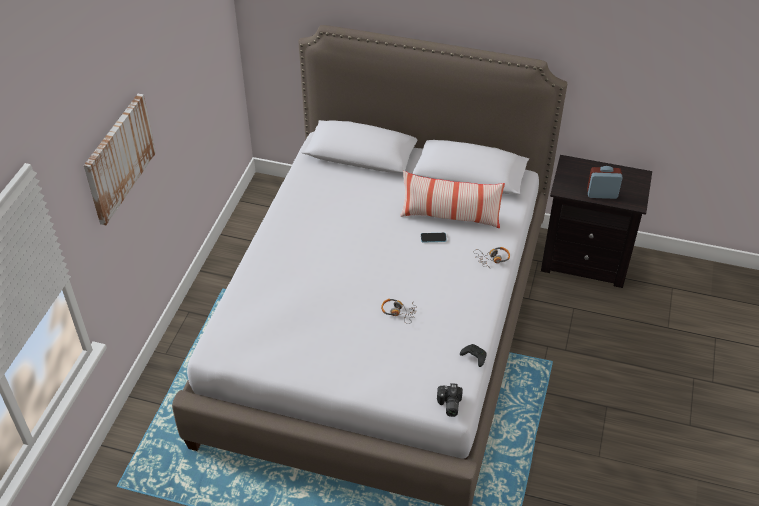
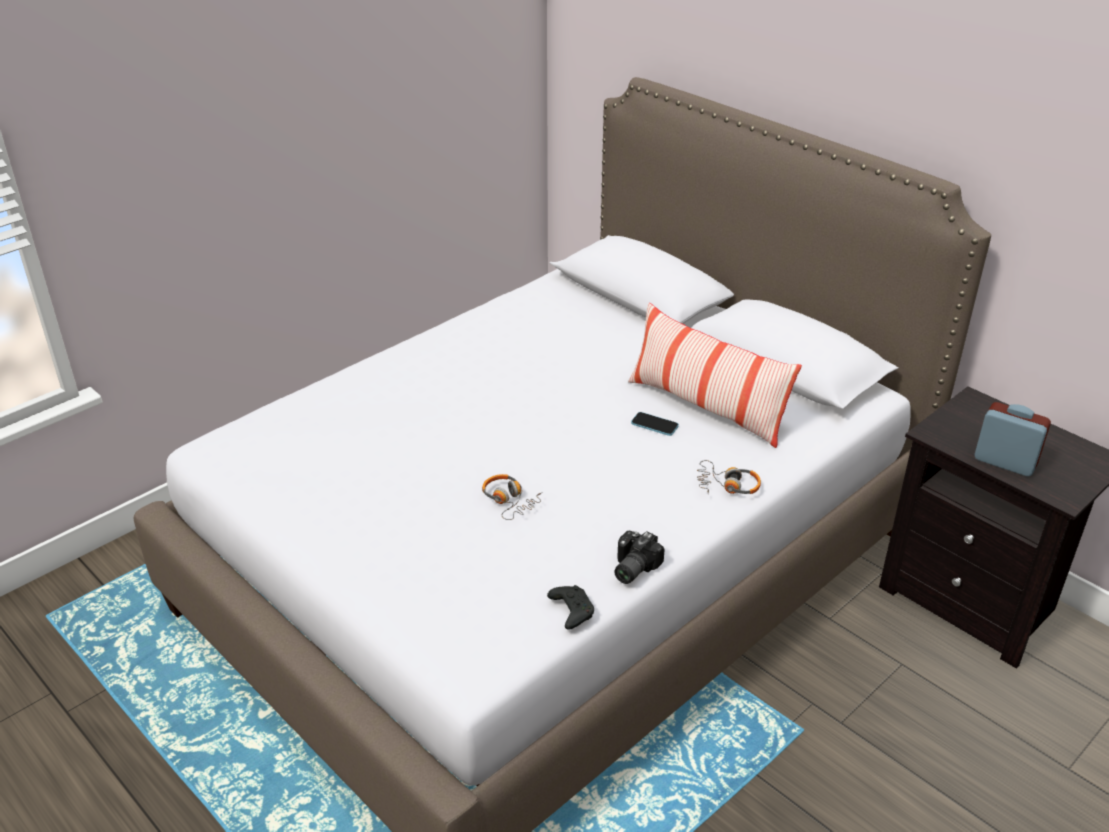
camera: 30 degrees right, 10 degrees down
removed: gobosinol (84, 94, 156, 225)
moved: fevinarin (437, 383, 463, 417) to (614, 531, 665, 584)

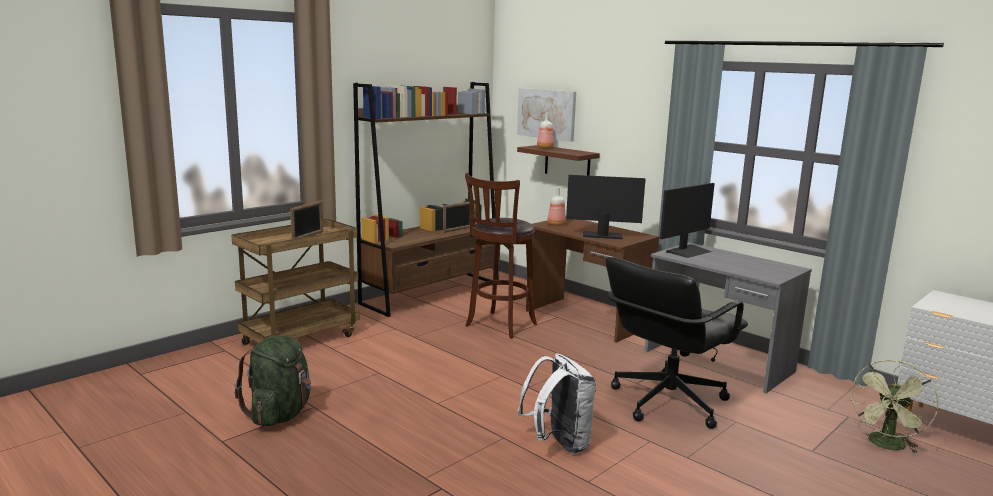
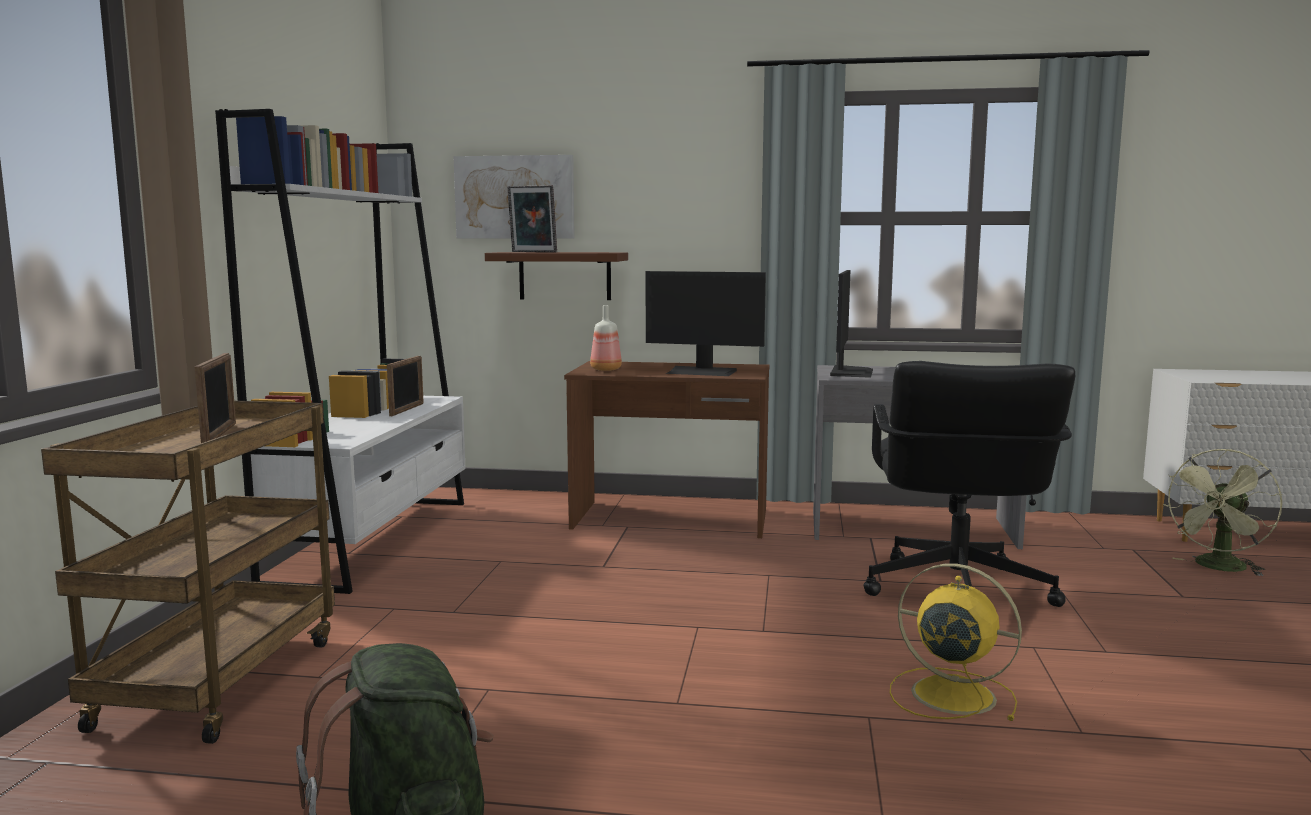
camera: 35 degrees left, 5 degrees down
removed: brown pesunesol (465, 173, 537, 339)
replaced: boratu (537, 112, 554, 149) to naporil (507, 185, 557, 252); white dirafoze (517, 353, 596, 454) to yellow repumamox (890, 564, 1022, 721)
recoloured: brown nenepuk (353, 82, 500, 317) to white nenepuk (215, 109, 466, 594)
turned: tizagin (566, 175, 646, 239) = (646, 271, 766, 376) 135 degrees counterclockwise; green repumamox (850, 360, 938, 454) = (1163, 449, 1282, 576) 45 degrees clockwise

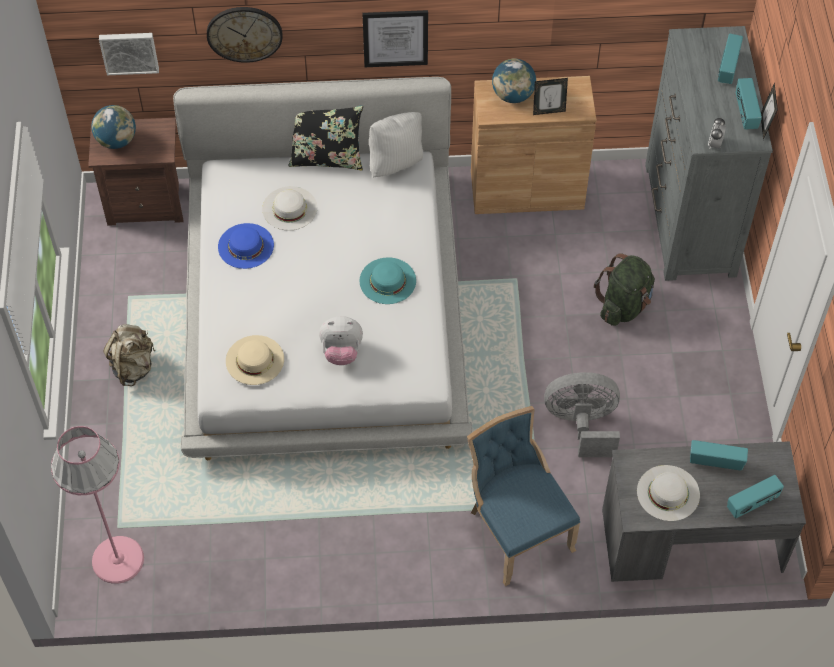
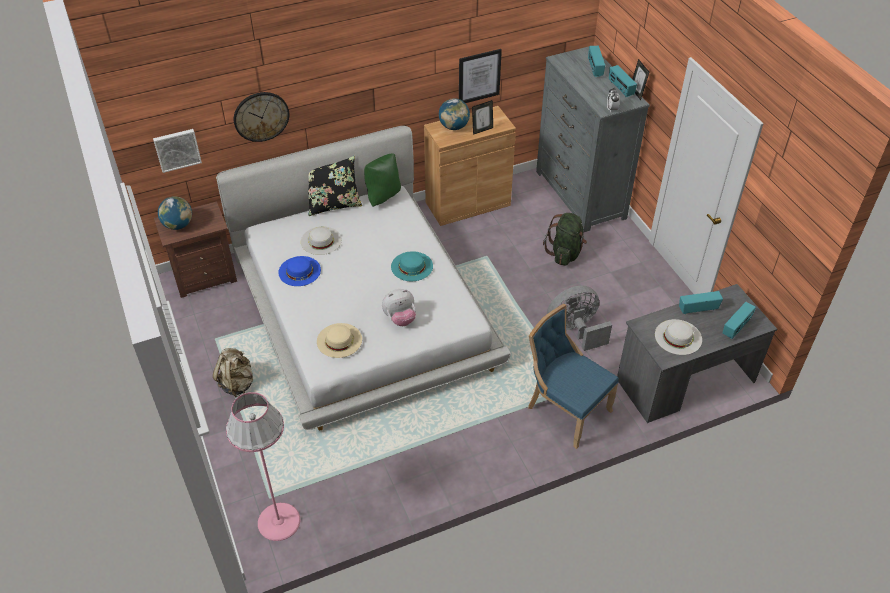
camera: 20 degrees left, 10 degrees down
moved: gobosinol (362, 10, 428, 67) to (459, 49, 502, 103)
recoloured: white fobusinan (369, 112, 423, 177) to green fobusinan (364, 154, 401, 207)

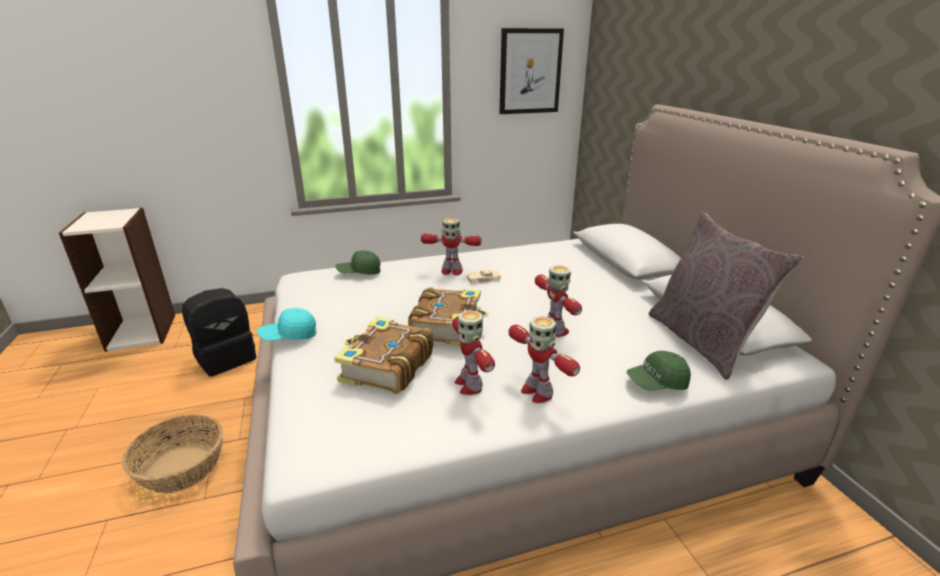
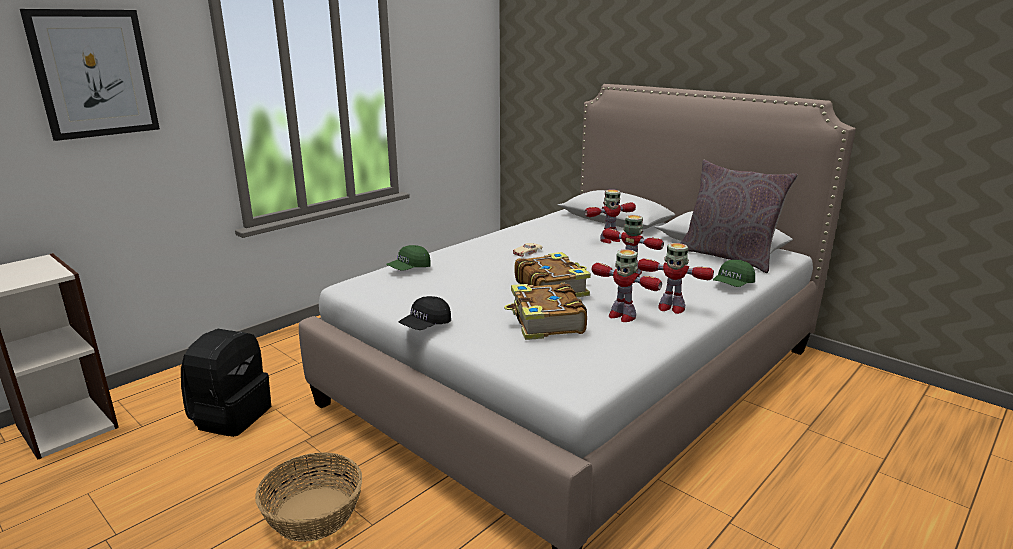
camera: 30 degrees left, 5 degrees down
moved: gobosinol (499, 28, 564, 114) to (20, 9, 160, 141); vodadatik (421, 218, 482, 276) to (585, 190, 636, 243)
recoloured: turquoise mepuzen (257, 308, 317, 341) to black mepuzen (398, 296, 451, 330)

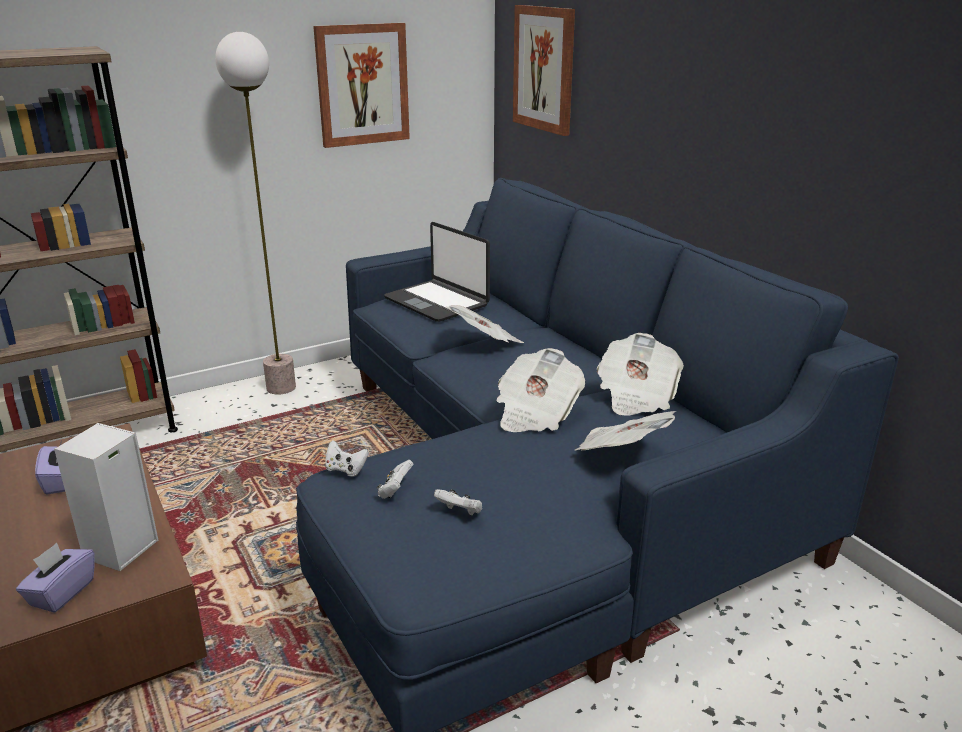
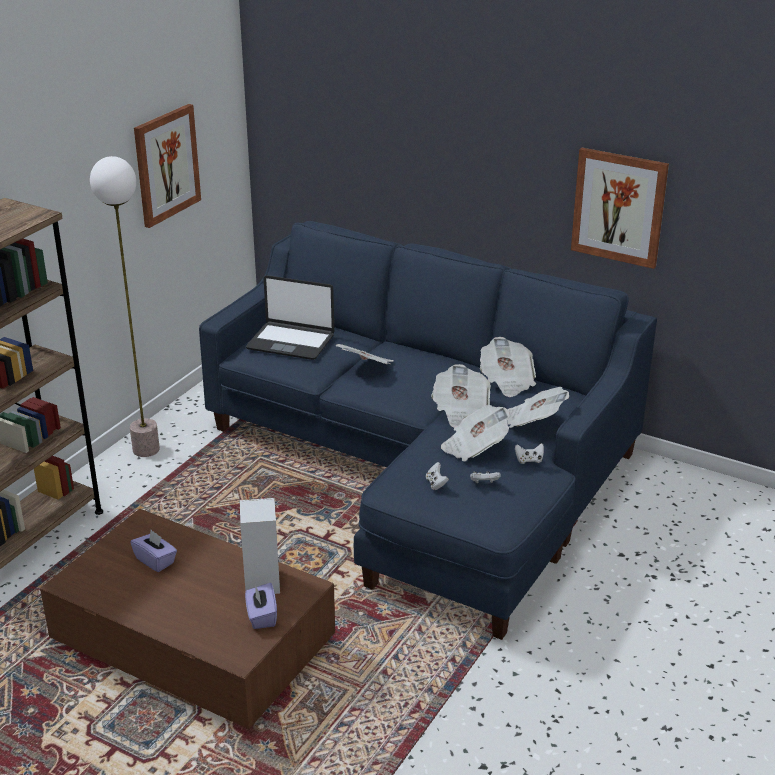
camera: 30 degrees left, 5 degrees up
added: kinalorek (441, 405, 510, 461)
moved: gobosinol (513, 5, 575, 136) to (571, 148, 669, 269); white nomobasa (325, 440, 369, 477) to (515, 443, 544, 464)

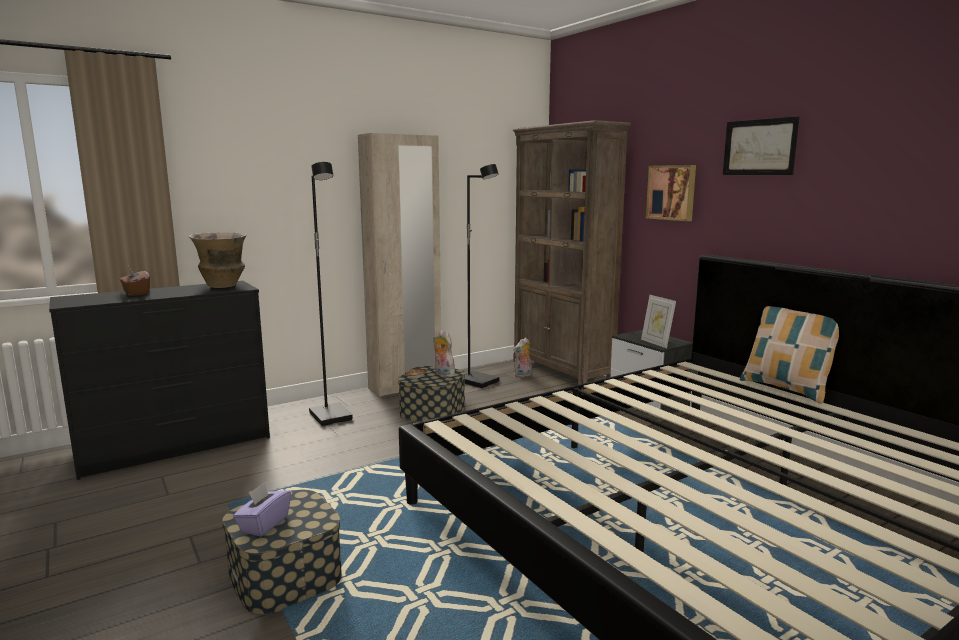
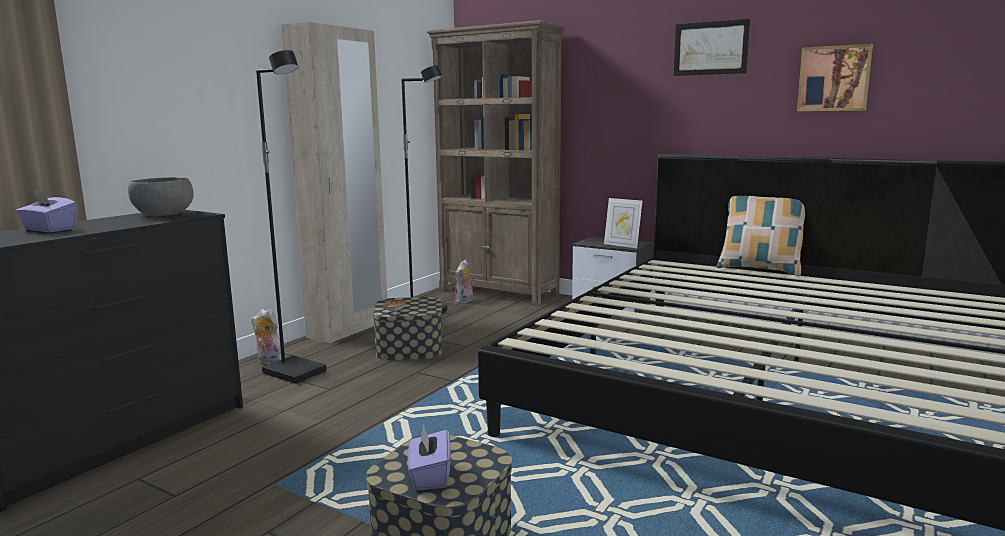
camera: 25 degrees left, 0 degrees up
moved: gobosinol (646, 165, 696, 221) to (797, 44, 873, 111); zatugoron (433, 330, 455, 377) to (251, 309, 282, 364)
replaced: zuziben (189, 232, 247, 288) to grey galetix (128, 177, 194, 216)
recoloured: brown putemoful (120, 267, 150, 296) to purple putemoful (16, 190, 77, 232)

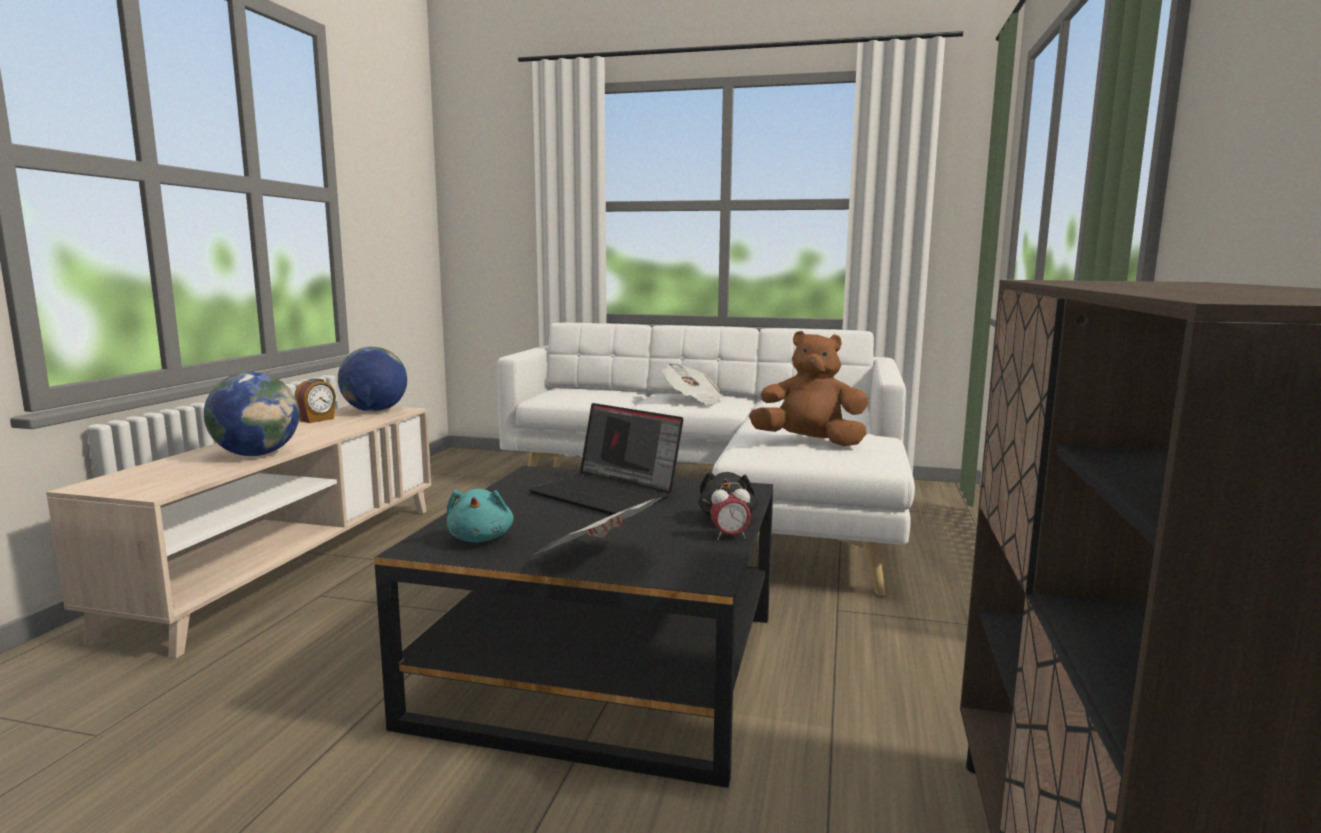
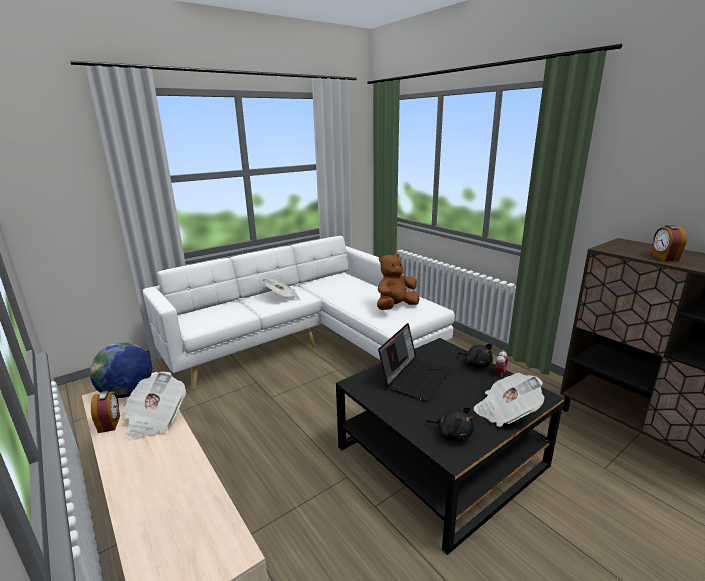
camera: 50 degrees left, 10 degrees up
removed: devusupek (204, 372, 299, 456)
added: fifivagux (652, 225, 687, 261); kinalorek (123, 372, 186, 441)
recoloured: turquoise zatugoron (447, 489, 513, 542) to black zatugoron (426, 407, 474, 441)
turned: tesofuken (528, 403, 683, 515) = (378, 323, 452, 402) 45 degrees counterclockwise

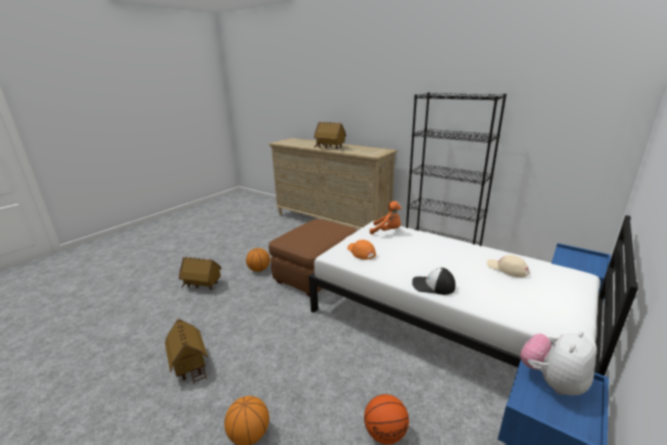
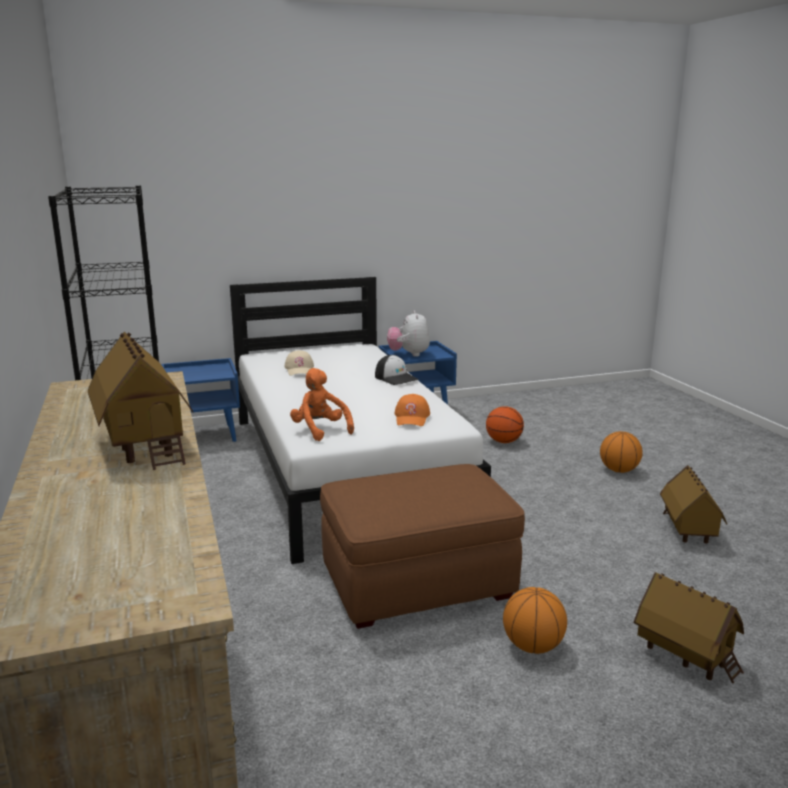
camera: 145 degrees left, 5 degrees down
turned: zatugoron (520, 331, 596, 395) = (387, 310, 430, 357) 90 degrees clockwise

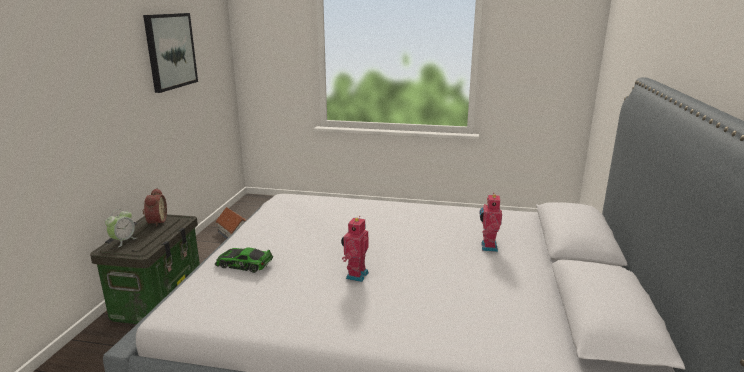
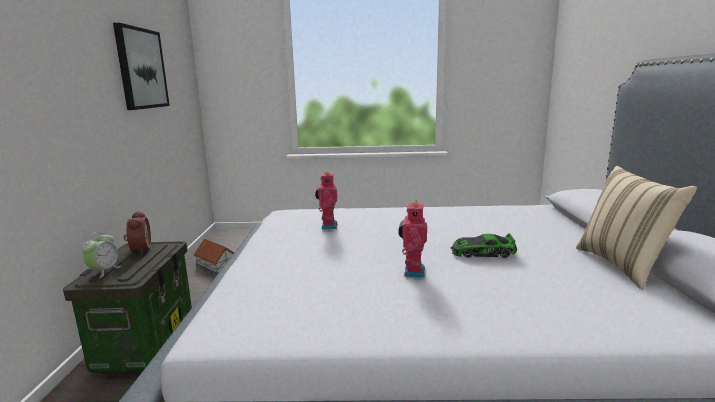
camera: 10 degrees left, 5 degrees down
added: beige fobusinan (576, 166, 697, 289)
moved: vodadatik (480, 193, 502, 252) to (315, 171, 337, 229); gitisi (215, 247, 273, 273) to (450, 234, 517, 258)

